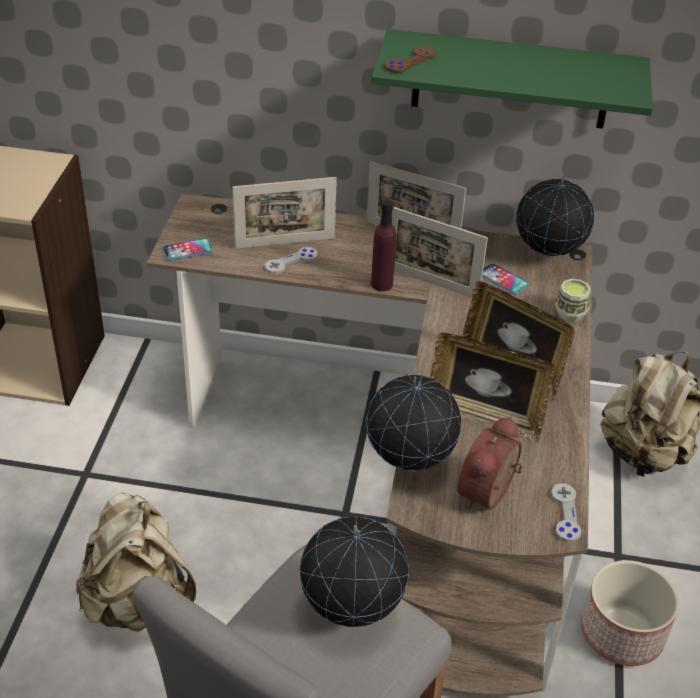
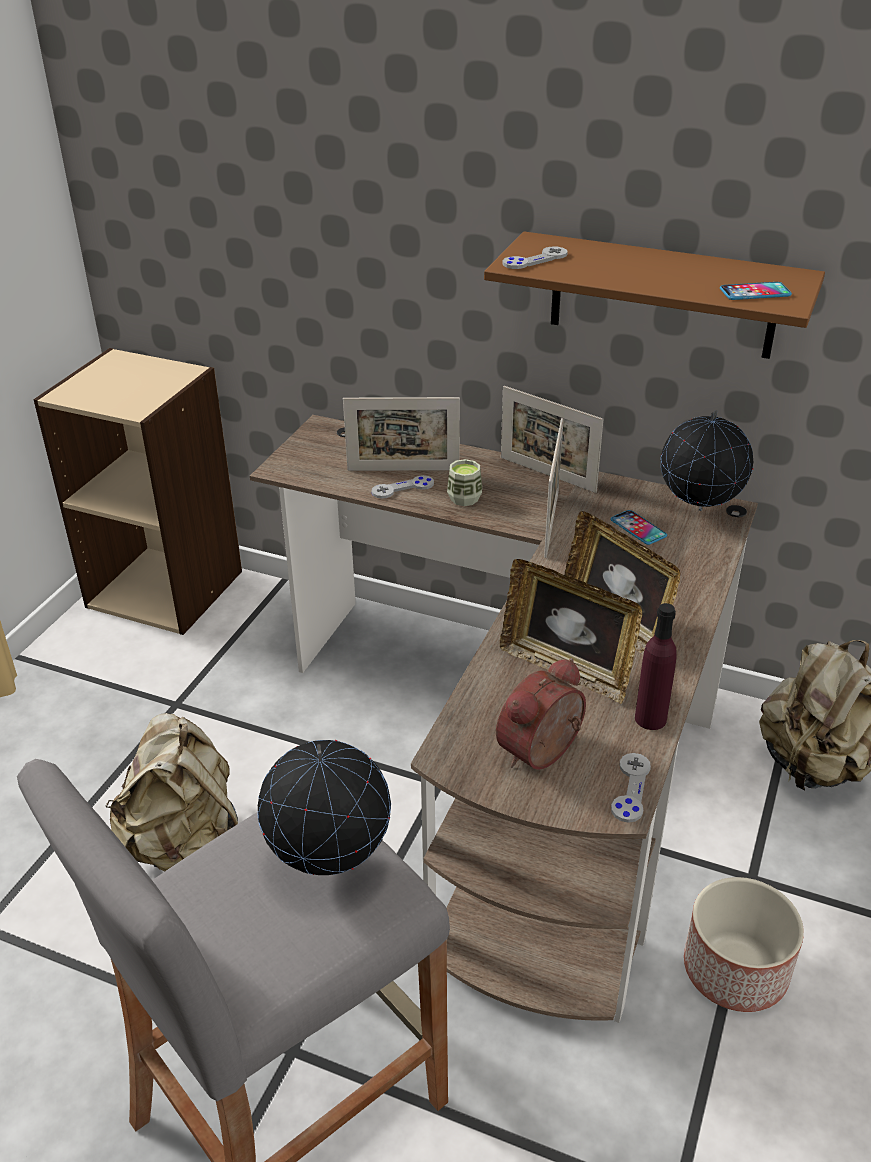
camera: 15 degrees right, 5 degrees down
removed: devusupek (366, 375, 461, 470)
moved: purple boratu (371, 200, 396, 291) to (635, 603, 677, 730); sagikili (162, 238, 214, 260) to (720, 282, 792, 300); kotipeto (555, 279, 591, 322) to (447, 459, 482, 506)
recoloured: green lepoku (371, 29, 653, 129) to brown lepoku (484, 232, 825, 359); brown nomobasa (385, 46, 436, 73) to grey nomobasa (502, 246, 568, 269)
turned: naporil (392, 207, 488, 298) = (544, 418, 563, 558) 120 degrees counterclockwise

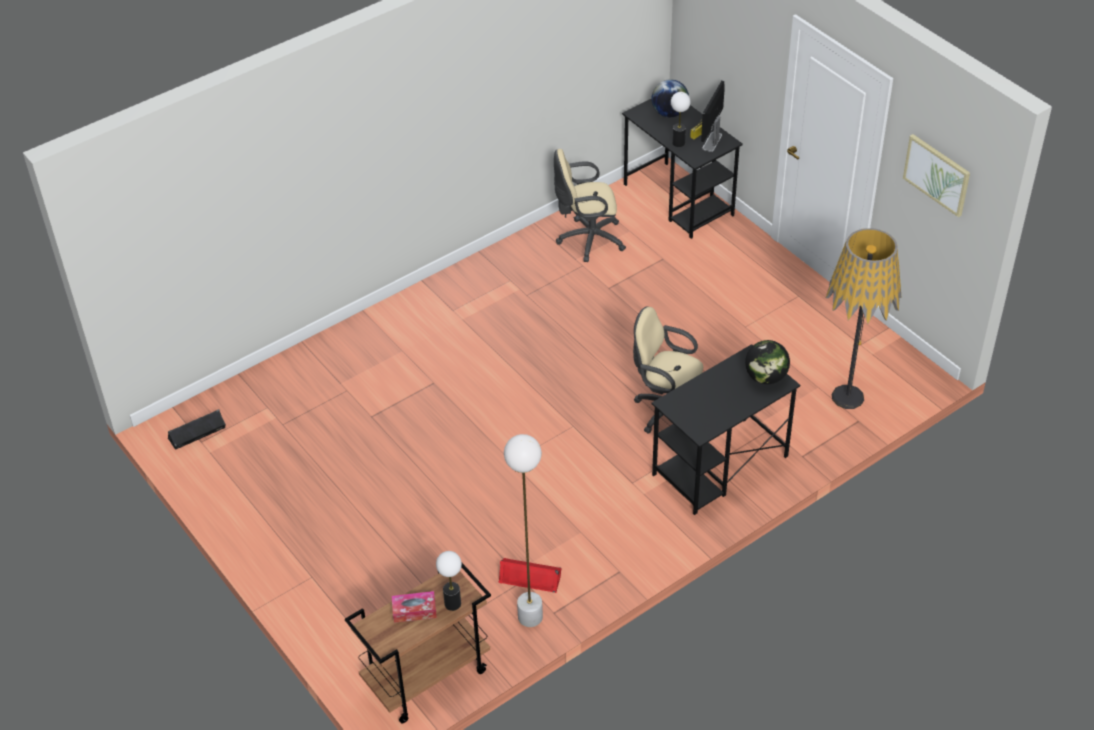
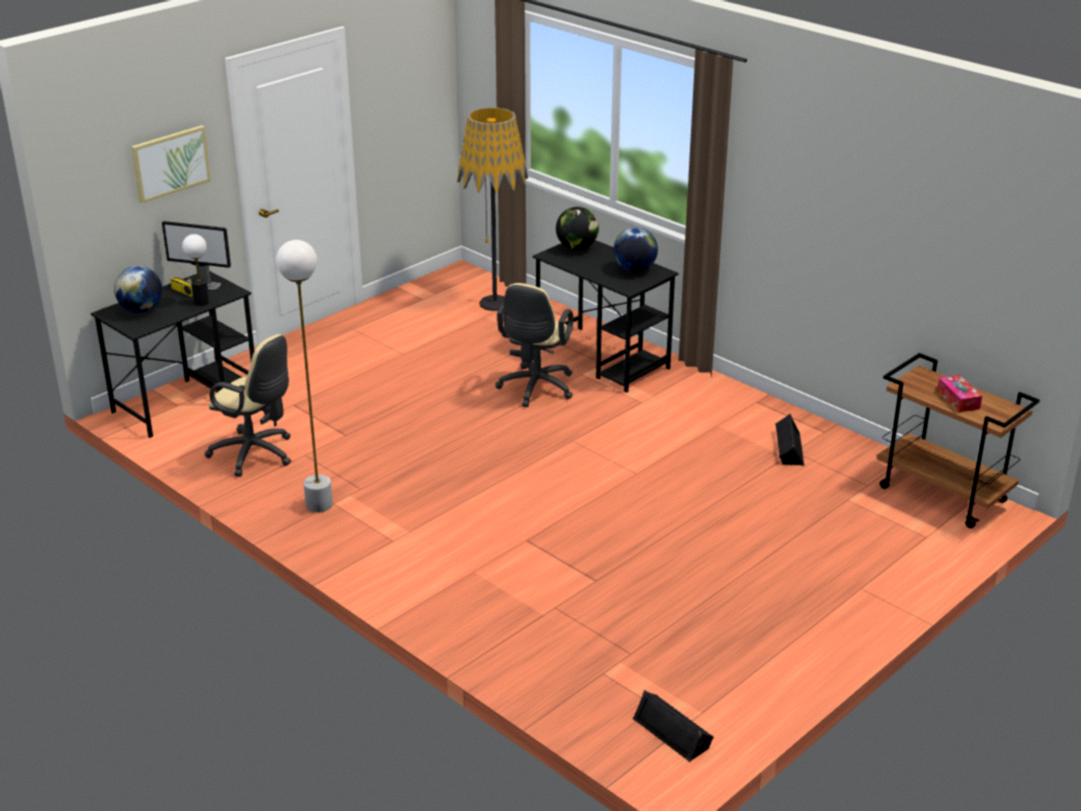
camera: 100 degrees left, 15 degrees down
removed: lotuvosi (436, 551, 462, 611)
added: devusupek (613, 227, 658, 272)
moved: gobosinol (903, 134, 970, 217) to (131, 125, 211, 203); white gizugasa (504, 434, 543, 627) to (276, 240, 333, 513)
recoloured: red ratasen (499, 558, 562, 593) to black ratasen (775, 414, 804, 466)
turned: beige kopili (554, 149, 626, 262) = (205, 334, 291, 477) 45 degrees counterclockwise

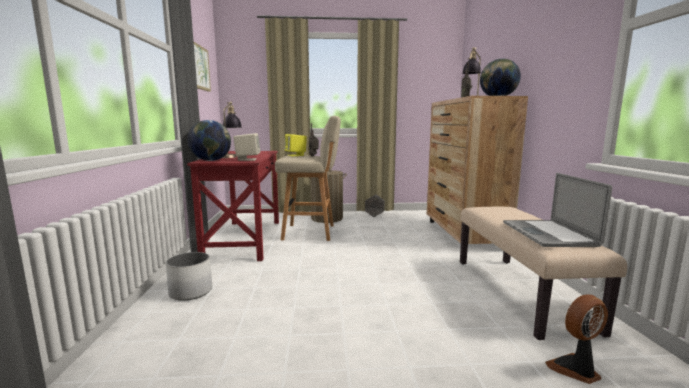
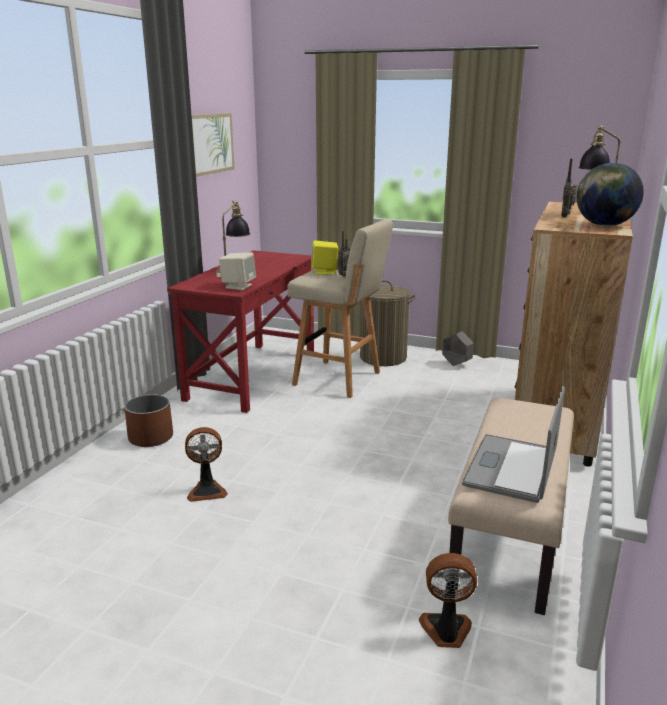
camera: 25 degrees right, 10 degrees up
removed: devusupek (188, 120, 231, 161)
added: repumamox (185, 427, 228, 502)
recoloured: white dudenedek (166, 252, 212, 301) to brown dudenedek (124, 394, 173, 447)

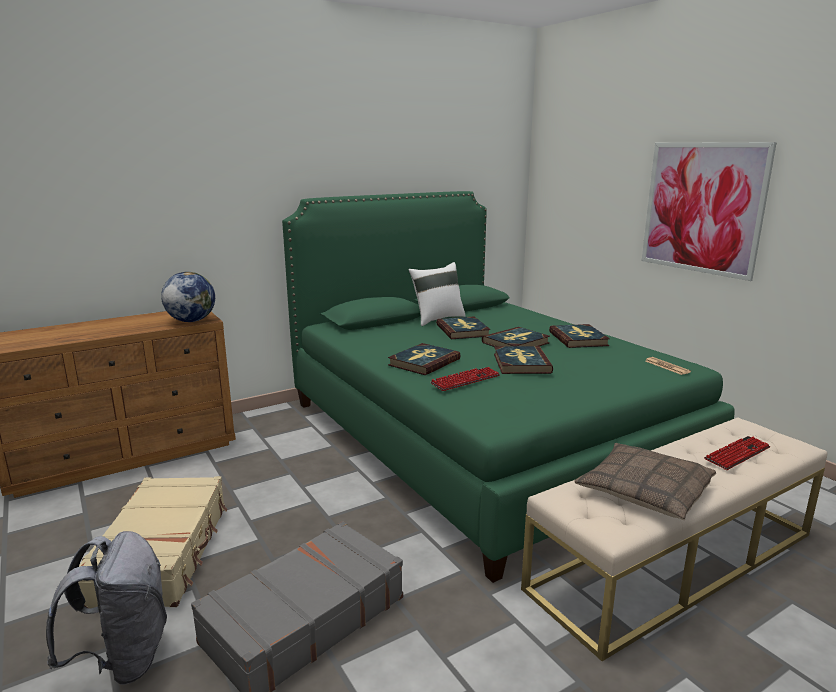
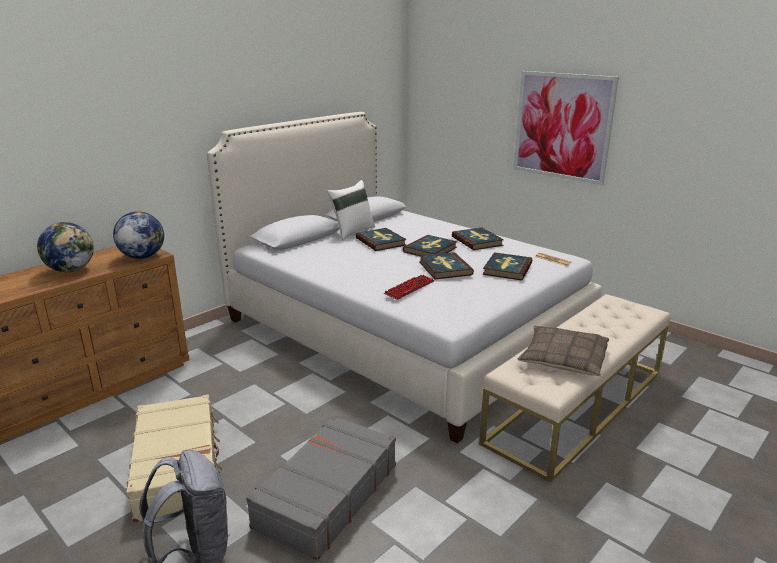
camera: 15 degrees left, 5 degrees up
removed: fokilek (704, 436, 770, 470)
added: devusupek (37, 222, 94, 272)
moved: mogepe (388, 343, 461, 375) to (483, 252, 532, 280)
recoloured: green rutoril (282, 191, 735, 583) to white rutoril (207, 112, 602, 443)

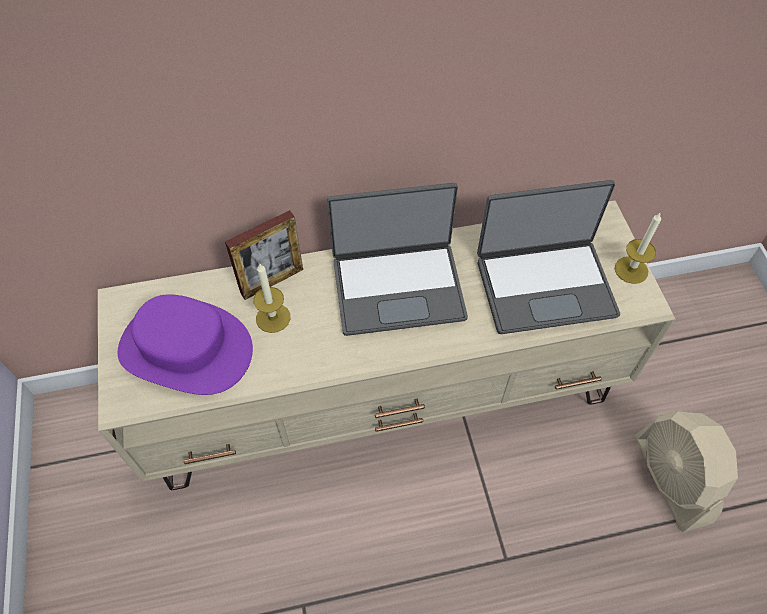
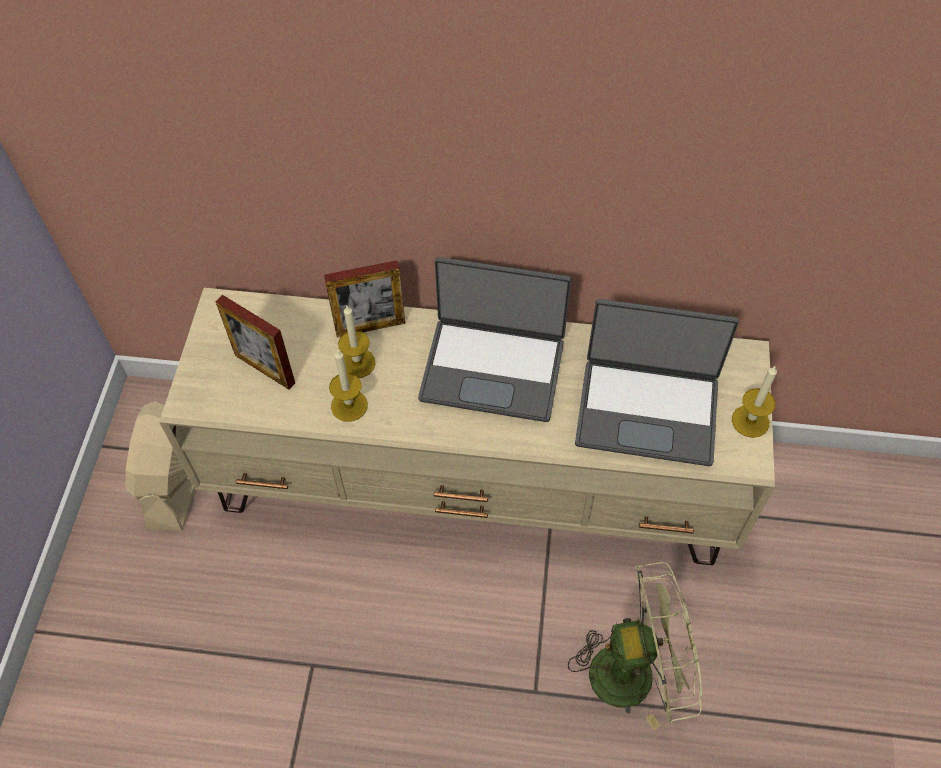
camera: 20 degrees right, 0 degrees up
added: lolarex (329, 349, 368, 422); green repumamox (568, 562, 702, 730)
moved: beige repumamox (635, 411, 738, 532) to (126, 401, 195, 531)
replaced: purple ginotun (118, 294, 253, 395) to naporil (215, 295, 295, 390)

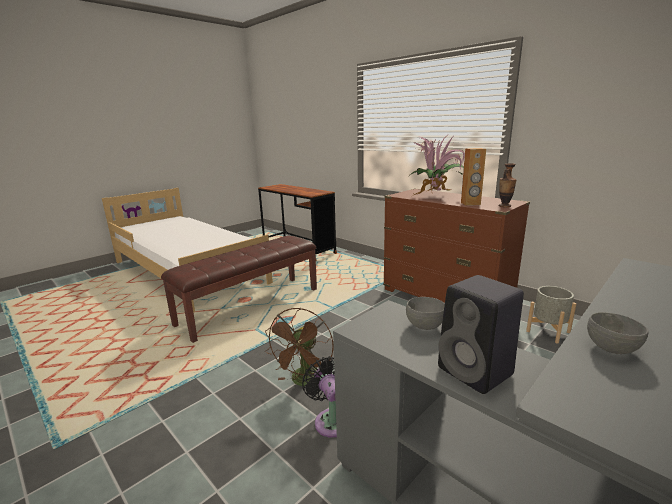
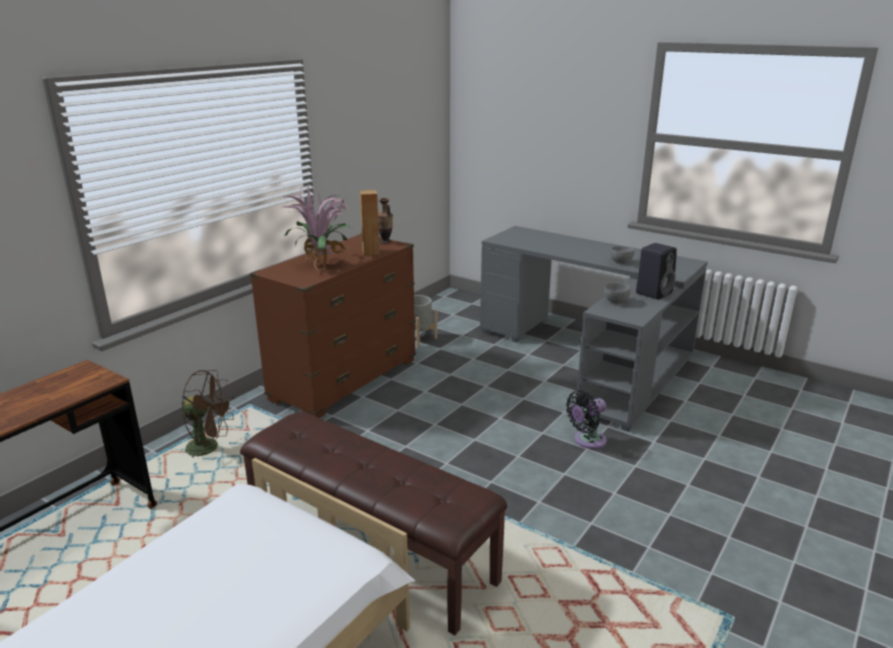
camera: 100 degrees left, 5 degrees up
moved: brown repumamox (265, 308, 333, 386) to (182, 370, 234, 458)

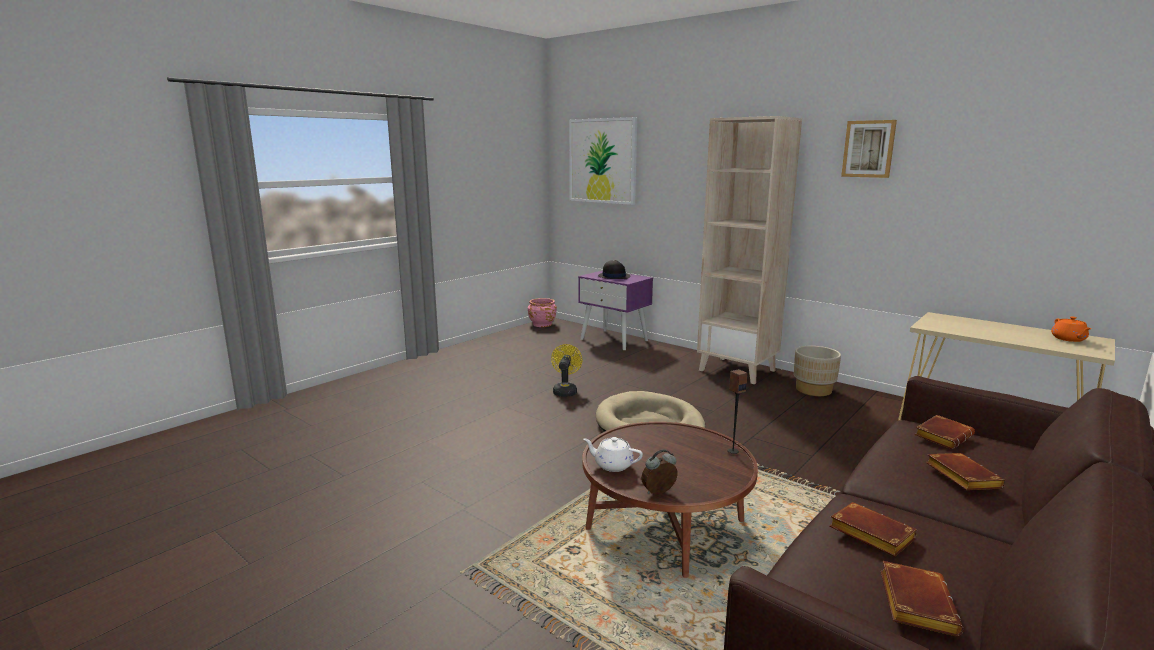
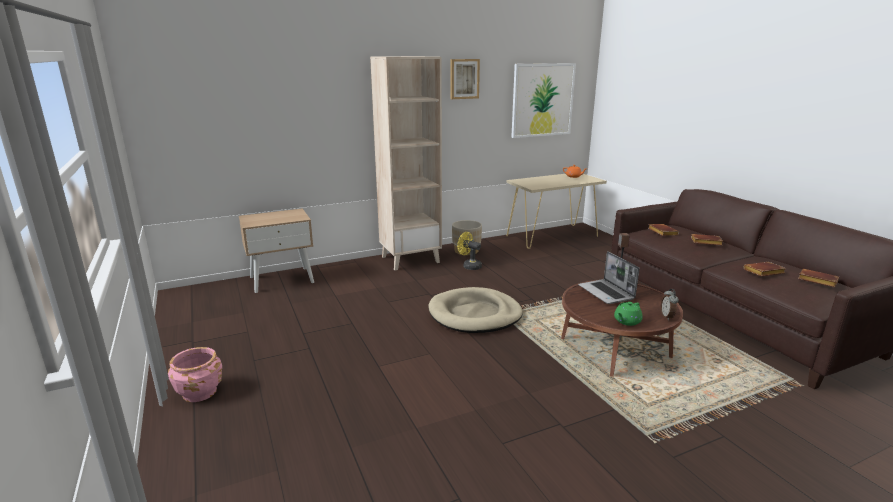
camera: 65 degrees left, 5 degrees up
removed: black ginotun (598, 260, 631, 279)
added: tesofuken (578, 251, 639, 304)
moved: gobosinol (569, 117, 637, 205) to (511, 63, 576, 138); pink dudenedek (528, 298, 557, 327) to (168, 347, 222, 402); yellow repumamox (551, 344, 582, 397) to (457, 232, 482, 270)
recoloured: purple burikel (578, 270, 653, 350) to beige burikel (239, 208, 314, 293); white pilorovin (583, 437, 643, 472) to green pilorovin (614, 302, 643, 326)

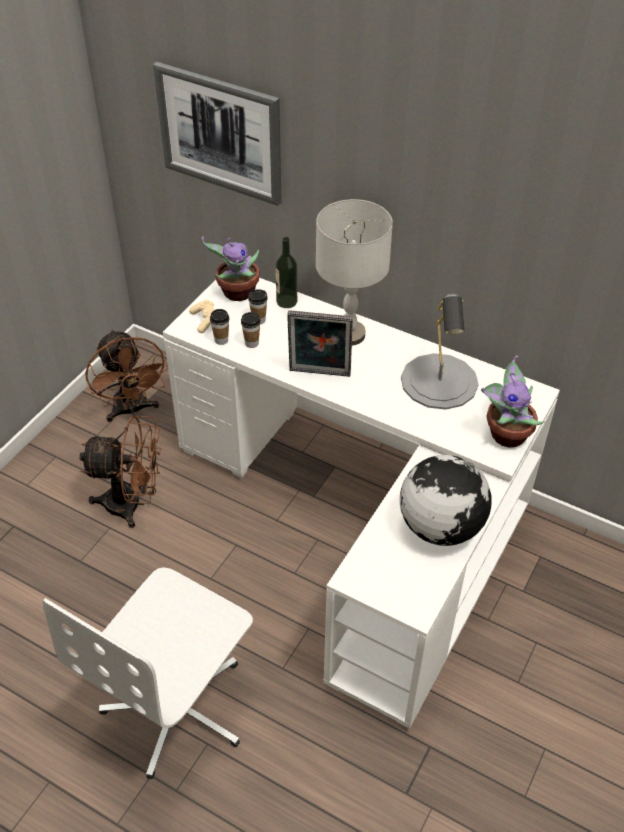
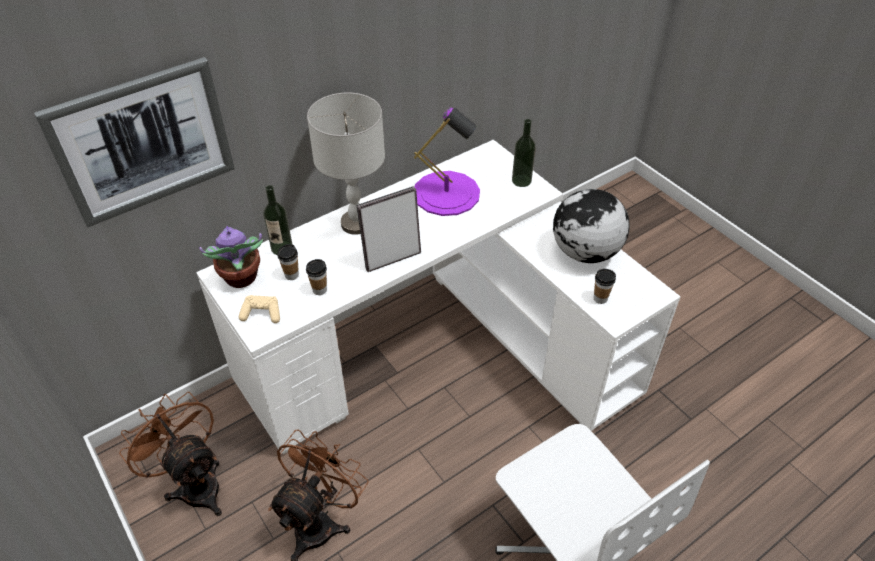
camera: 65 degrees left, 0 degrees up
moved: kotipeto (210, 309, 230, 345) to (594, 269, 616, 304)
replaced: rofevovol (481, 355, 545, 447) to boratu (512, 119, 536, 187)
recoloured: grey lotuvosi (401, 294, 479, 410) to purple lotuvosi (414, 107, 480, 216)
turned: naporil (287, 310, 353, 377) = (357, 186, 421, 272) 150 degrees counterclockwise; brown repumamox (85, 329, 168, 422) = (119, 392, 222, 516) 135 degrees counterclockwise

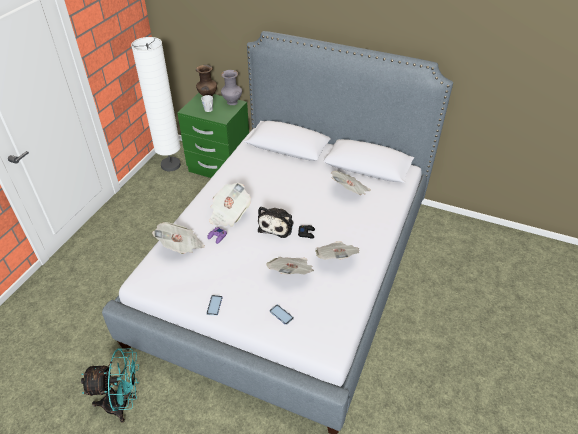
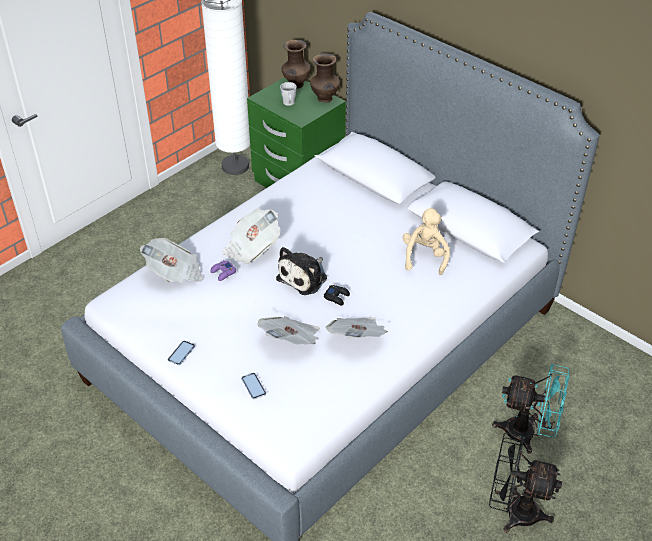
camera: 20 degrees right, 0 degrees up
added: black repumamox (489, 432, 562, 532)
moved: turquoise repumamox (81, 348, 139, 423) to (492, 364, 569, 454)
replaced: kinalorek (331, 171, 371, 195) to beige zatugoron (403, 208, 450, 275)
recoloured: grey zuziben (221, 70, 242, 105) to brown zuziben (310, 53, 340, 103)

